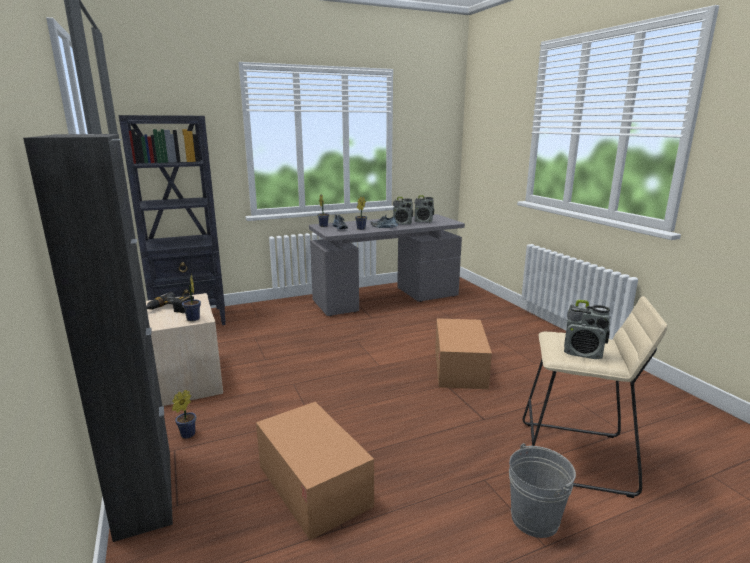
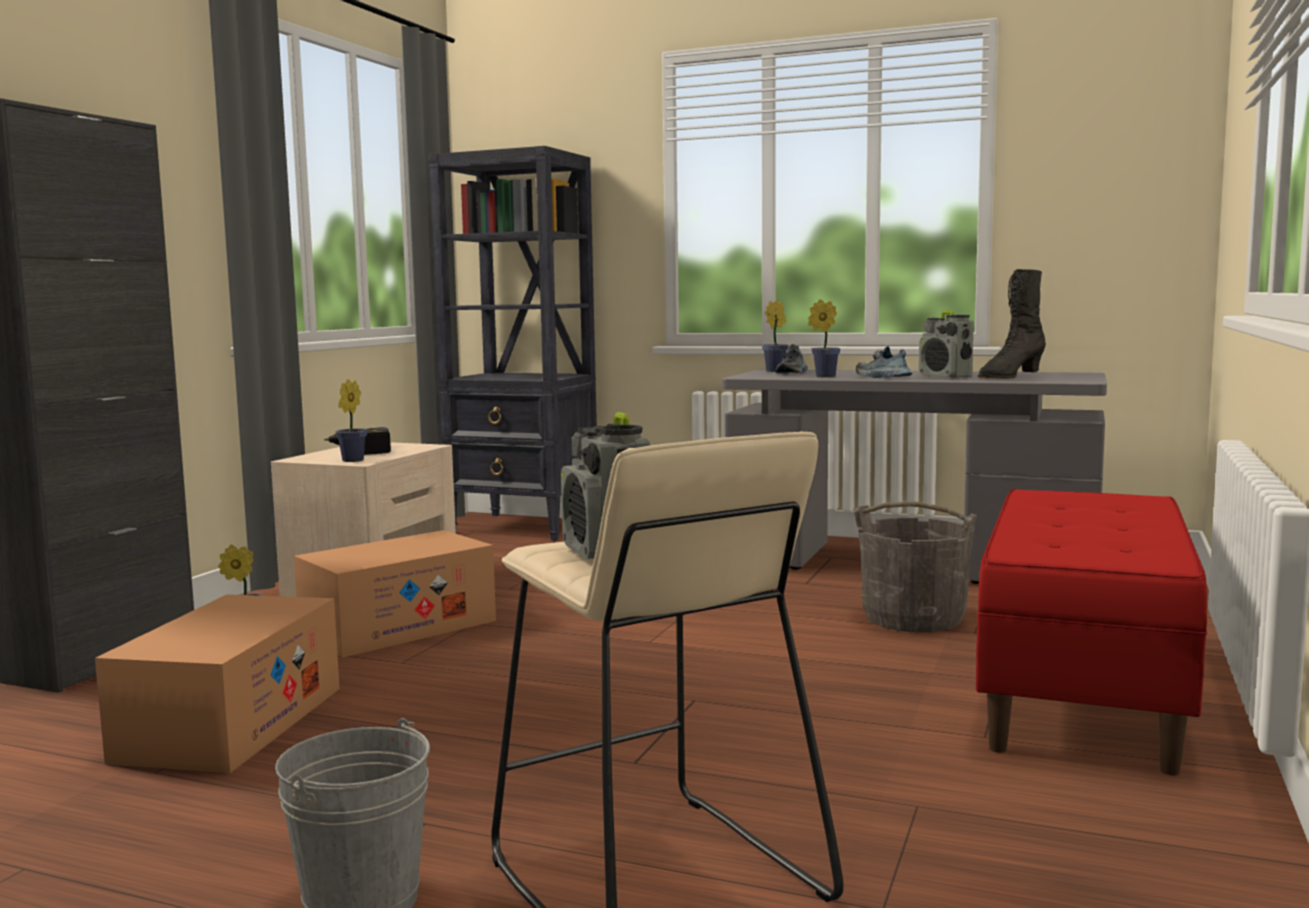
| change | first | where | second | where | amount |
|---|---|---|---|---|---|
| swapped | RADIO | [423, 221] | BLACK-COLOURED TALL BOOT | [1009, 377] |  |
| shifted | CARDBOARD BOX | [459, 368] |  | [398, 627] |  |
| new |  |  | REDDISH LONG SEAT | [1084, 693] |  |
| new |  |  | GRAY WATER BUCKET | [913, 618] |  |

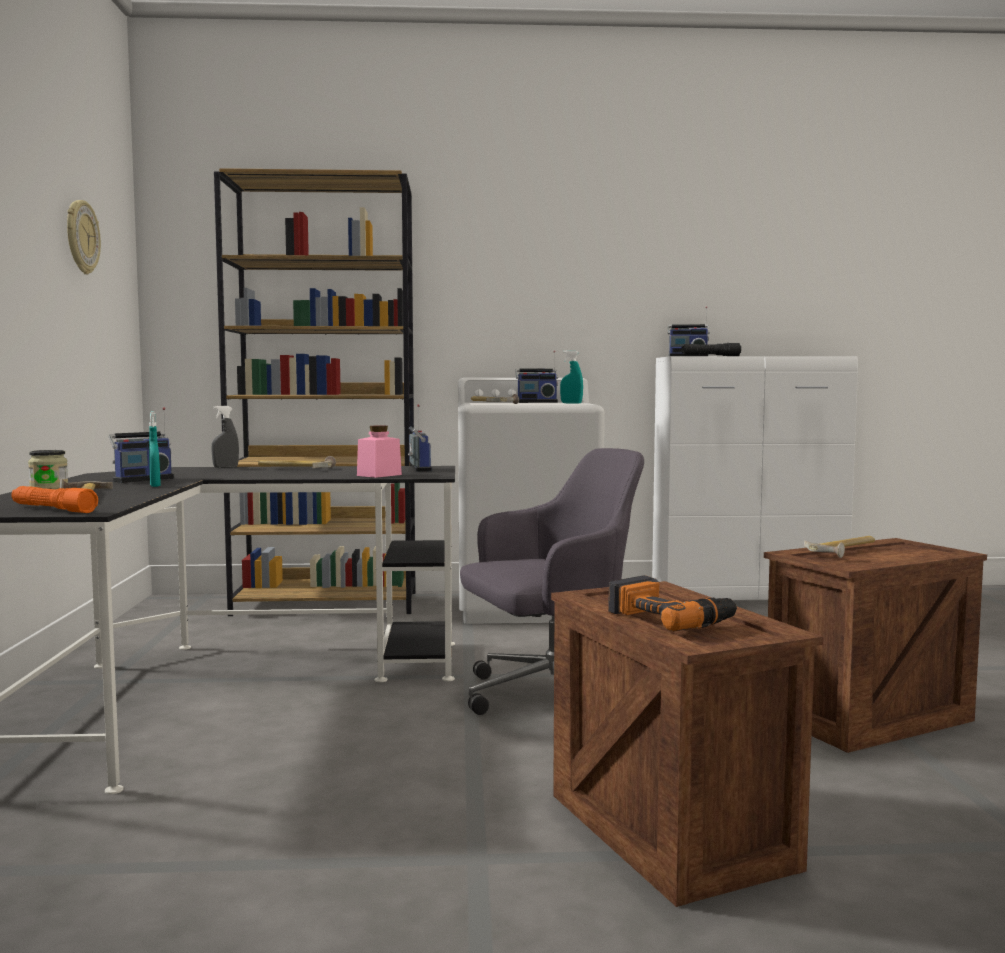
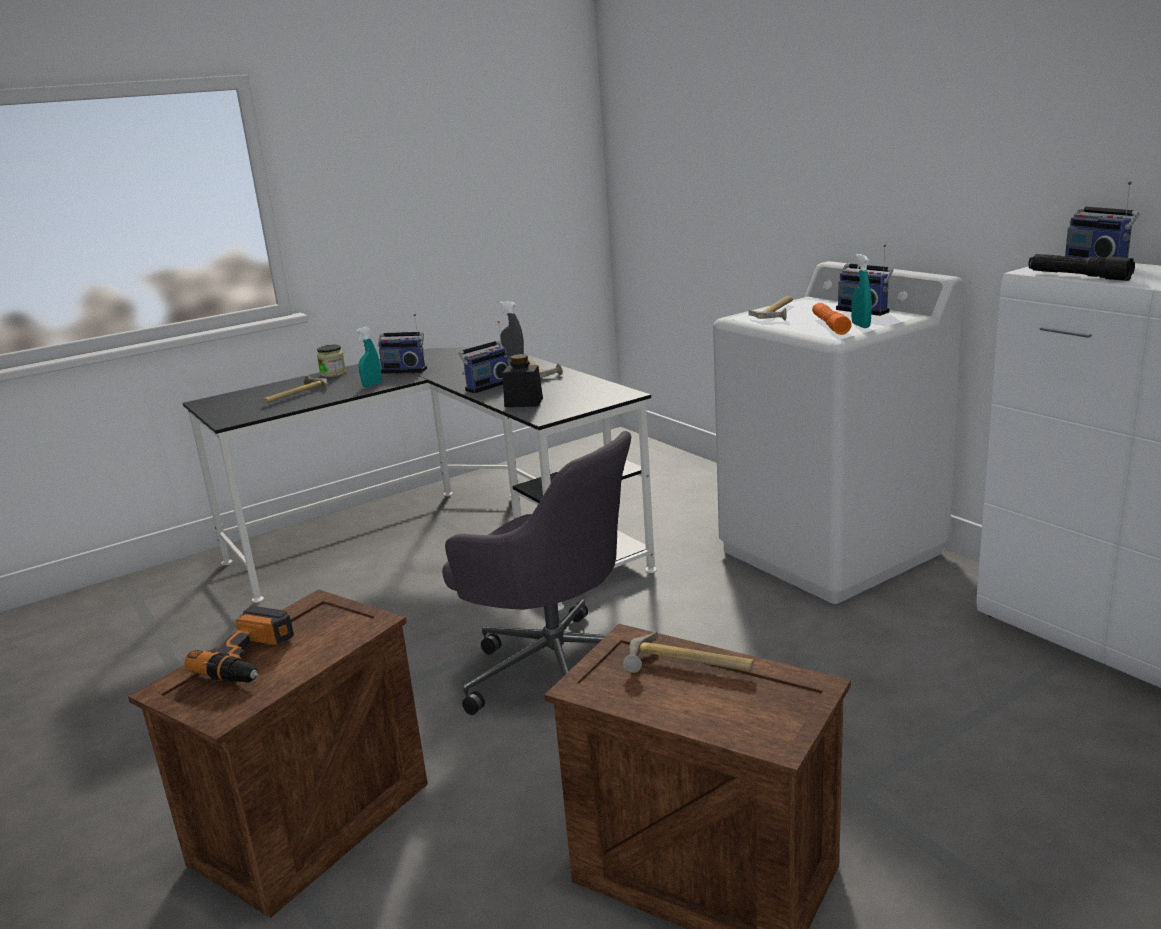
| change | first | where | second | where | amount |
|---|---|---|---|---|---|
| gone | BROWN BOOKCASE | [327, 603] |  |  |  |
| gone | HANGING CLOCK | [81, 237] |  |  |  |
| shifted | RADIO | [418, 469] |  | [486, 386] |  |
| repainted | PINK-COLOURED PRESERVE JAR | [379, 475] | BLACK-COLOURED PRESERVE JAR | [523, 402] |  |
| shifted | ORANGE HAND TORCH | [53, 509] |  | [830, 325] |  |

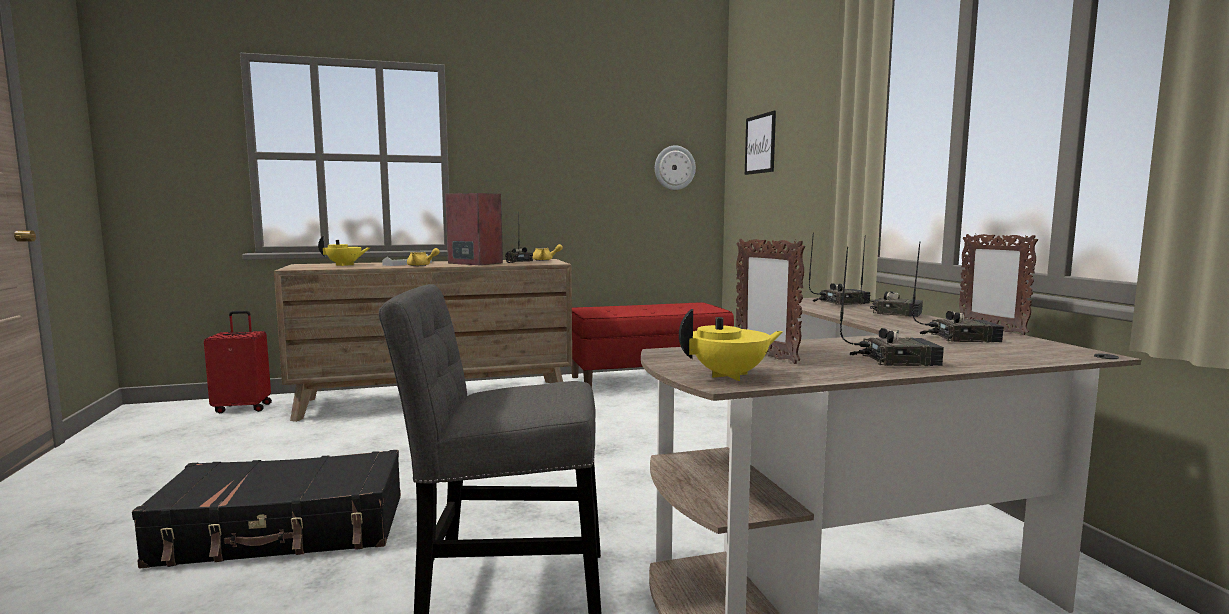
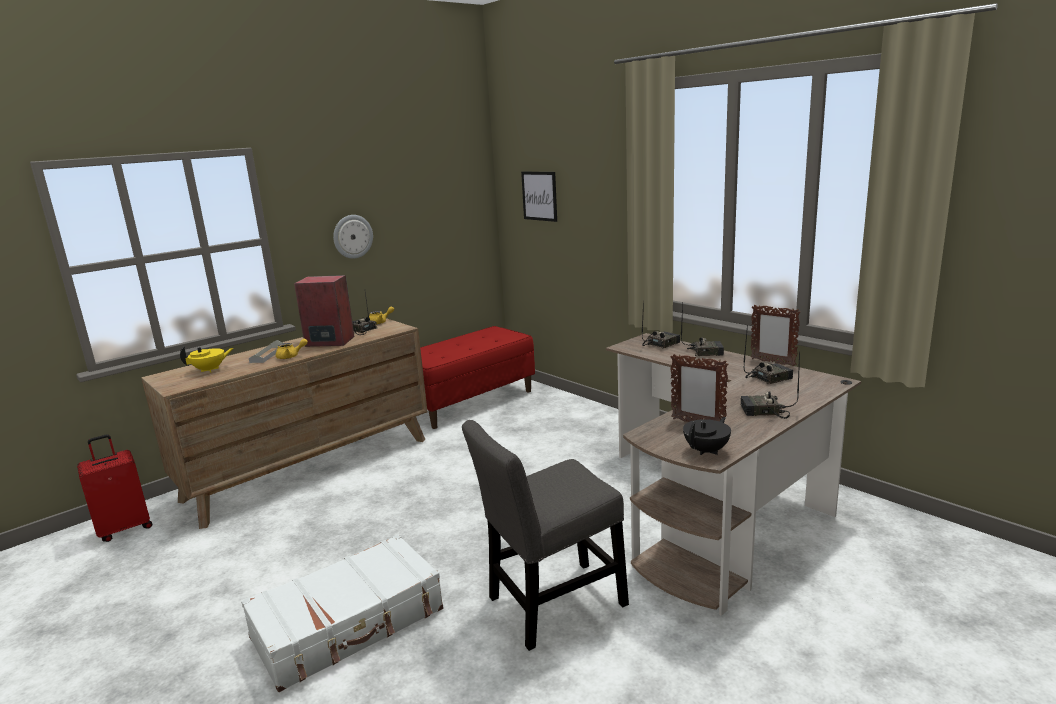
| change | first | where | second | where | amount |
|---|---|---|---|---|---|
| shifted | HANGING CLOCK | [674, 168] |  | [352, 236] |  |
| rotated | RADIO | [895, 360] |  | [763, 412] | 150 degrees counterclockwise |
| repainted | YELLOWISH TEAPOT | [730, 375] | BLACK-COLOURED TEAPOT | [707, 450] |  |
| repainted | BLACK-COLOURED PIECE OF LUGGAGE | [284, 531] | WHITE-COLOURED PIECE OF LUGGAGE | [349, 624] |  |

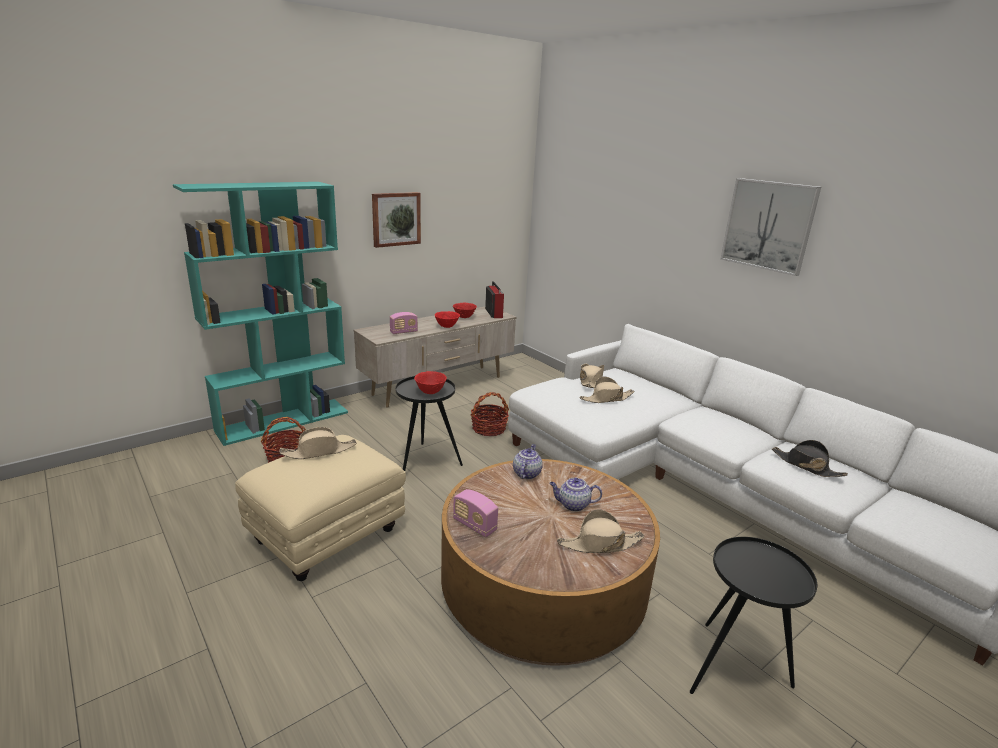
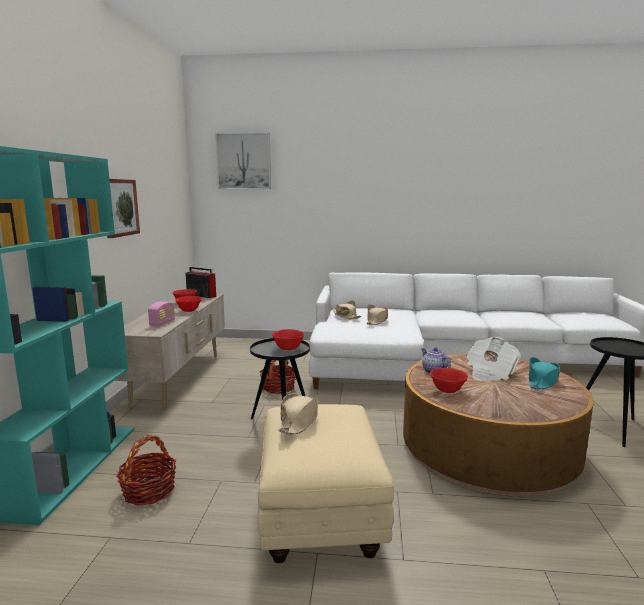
| change | first | where | second | where | amount |
|---|---|---|---|---|---|
| shifted | WALL PICTURE | [768, 225] |  | [244, 161] |  |
| gone | BLACK-COLOURED CLOTHING HAT | [806, 466] |  |  |  |
| swapped | TEAPOT | [573, 505] | PRINTED PAPER | [490, 372] |  |
| gone | RADIO | [474, 525] |  |  |  |
| repainted | BEIGE-COLOURED CLOTHING HAT | [599, 544] | TURQUOISE-COLOURED CLOTHING HAT | [542, 381] |  |
| new |  |  | REDDISH DEEP DISH | [448, 391] |  |

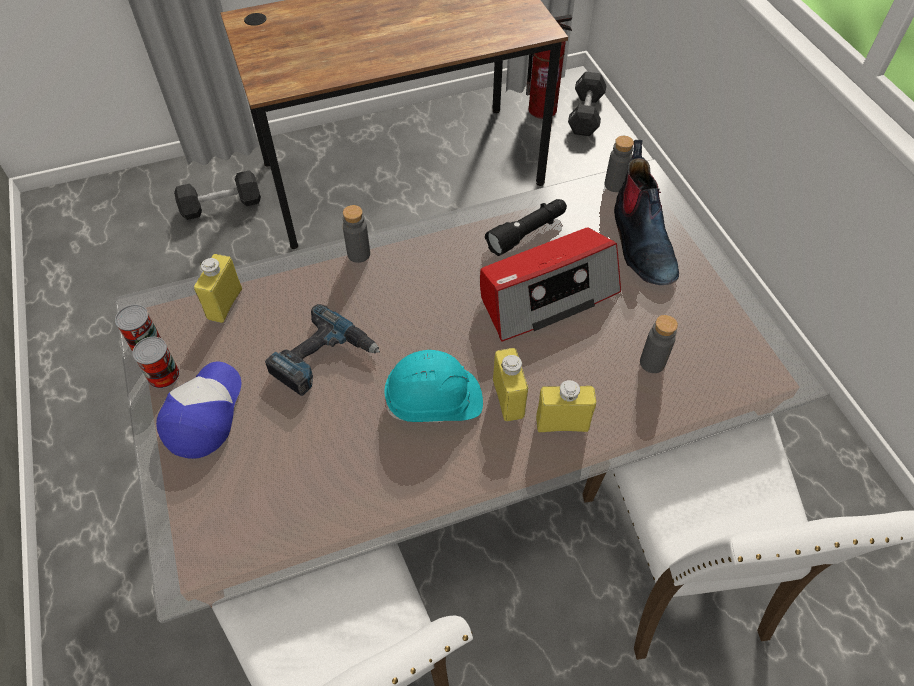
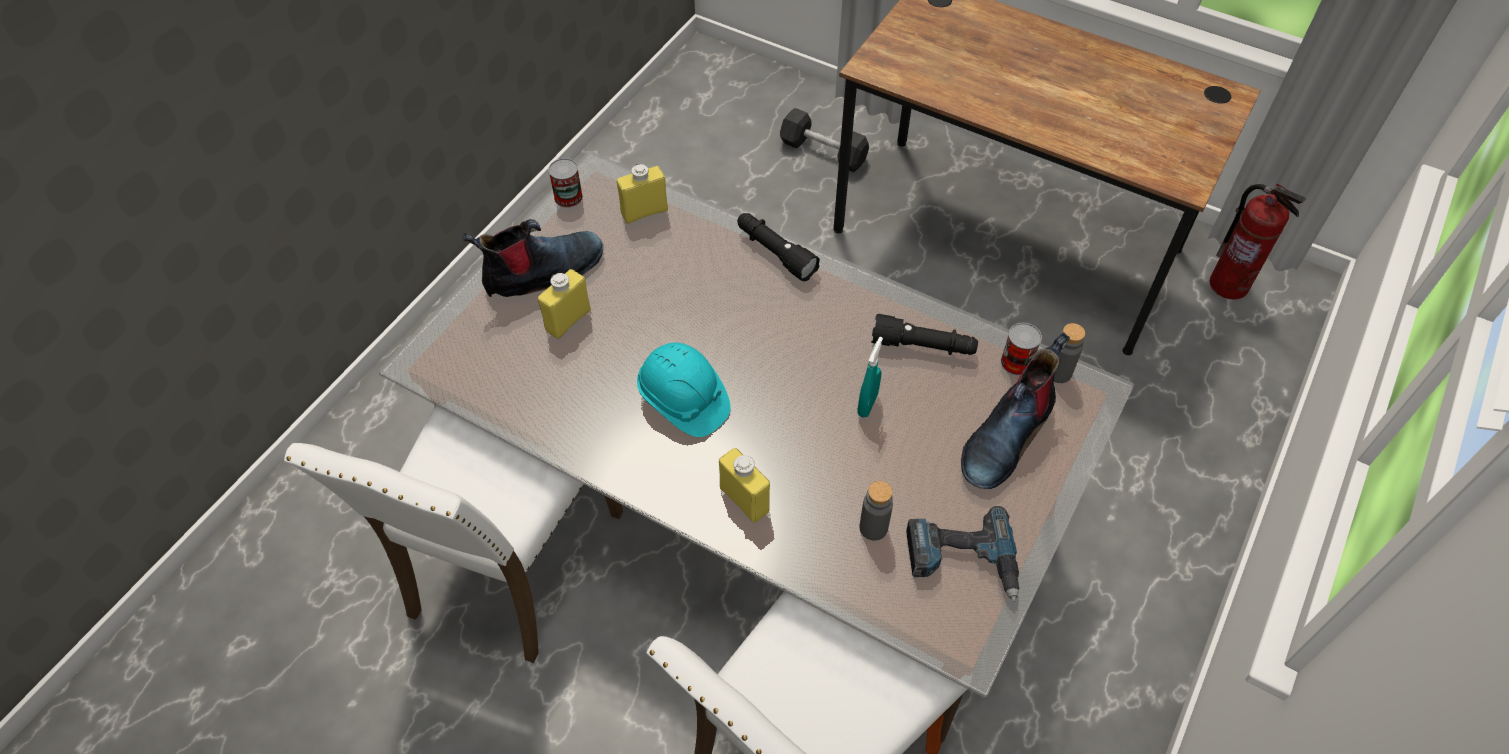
| change | first | where | second | where | amount |
|---|---|---|---|---|---|
| gone | BLACK-COLOURED HAND WEIGHT | [585, 114] |  |  |  |
| swapped | GRAY BEVERAGE BOTTLE | [358, 254] | BLACK-COLOURED HAND TORCH | [775, 253] |  |
| swapped | RADIO | [546, 295] | TURQUOISE-COLOURED SPRAYER | [867, 404] |  |
| shifted | ELECTRIC DRILL | [323, 359] |  | [962, 560] |  |
| shifted | SEALED CAN | [163, 375] |  | [1016, 362] |  |
| shifted | YELLOWISH BEVERAGE BOTTLE | [508, 399] |  | [568, 320] |  |
| swapped | BASEBALL CAP | [204, 413] | TALL BOOT | [543, 273] |  |

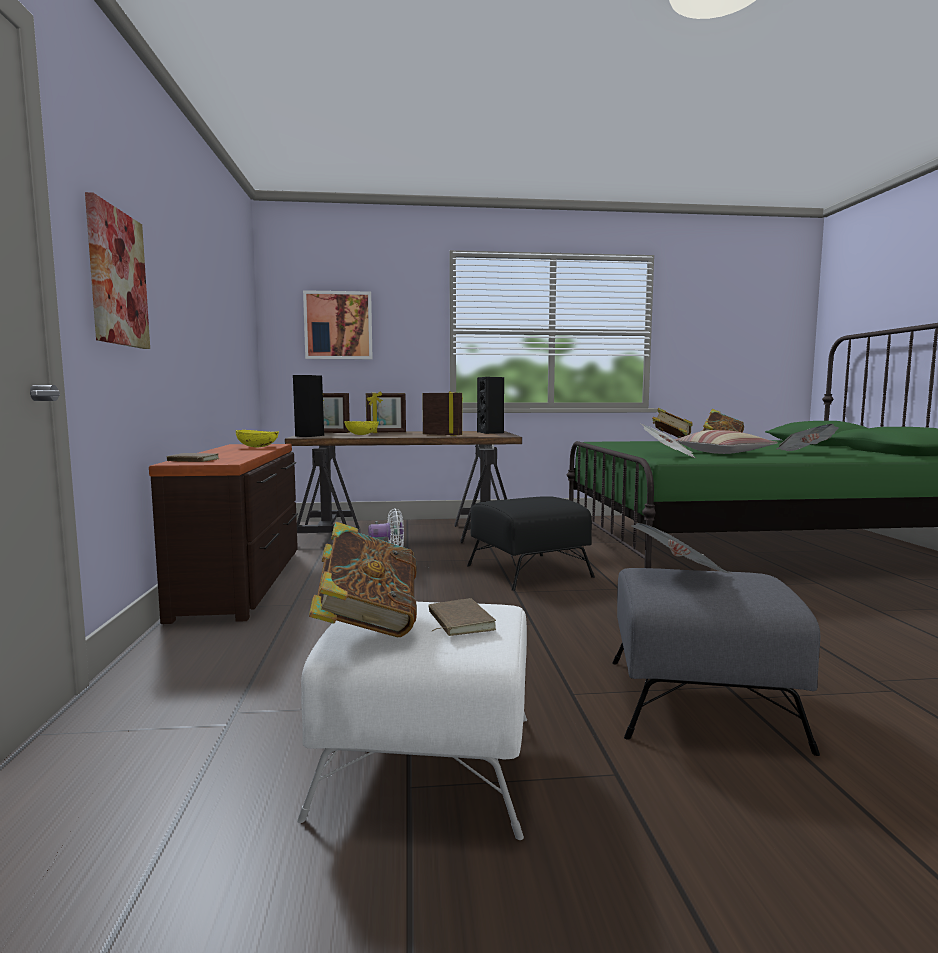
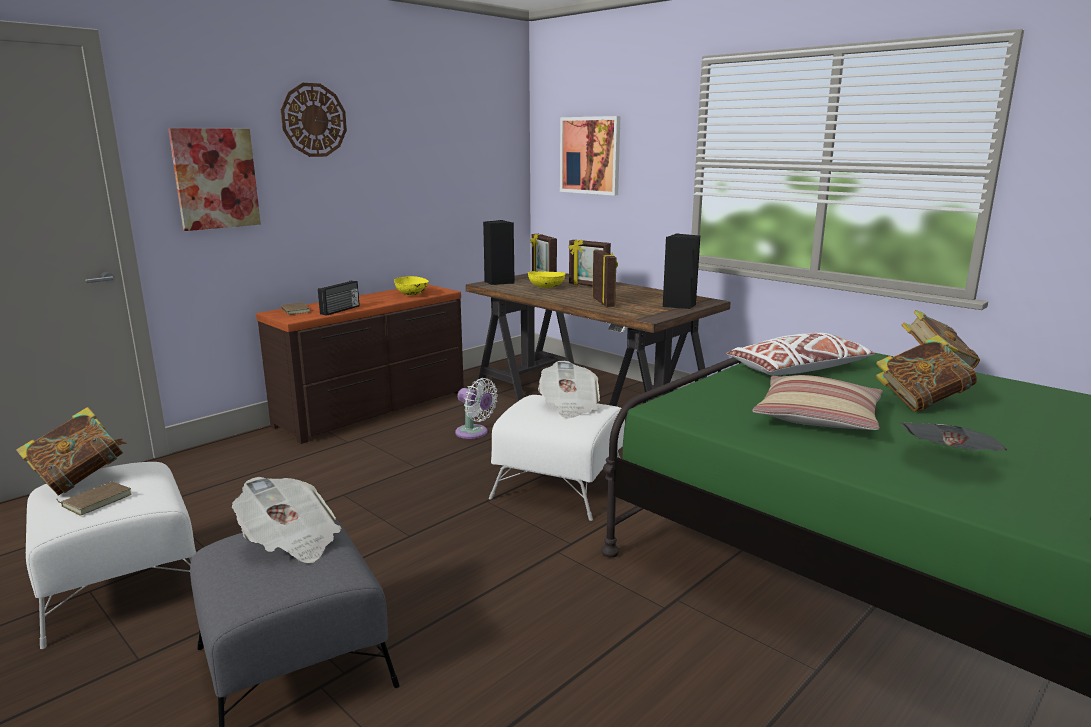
| change | first | where | second | where | amount |
|---|---|---|---|---|---|
| shifted | PRINTED PAPER | [668, 456] |  | [569, 406] |  |
| repainted | BLACK-COLOURED OTTOMAN | [529, 571] | WHITE-COLOURED OTTOMAN | [560, 486] |  |
| new |  |  | HANGING CLOCK | [314, 120] |  |
| new |  |  | RADIO | [341, 310] |  |
| new |  |  | WHITE-COLOURED THROW PILLOW | [799, 369] |  |

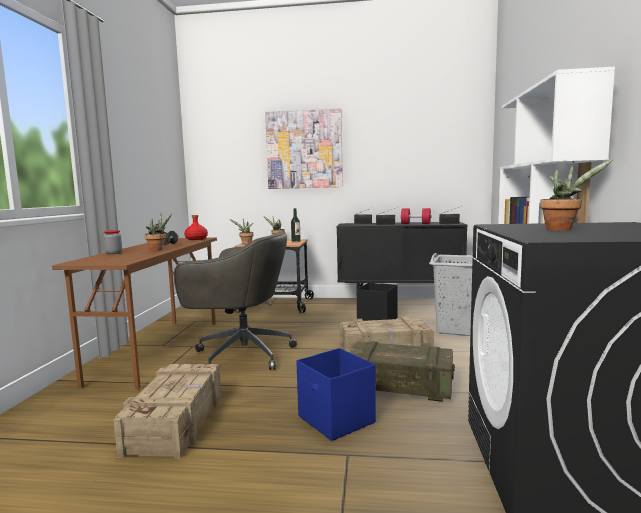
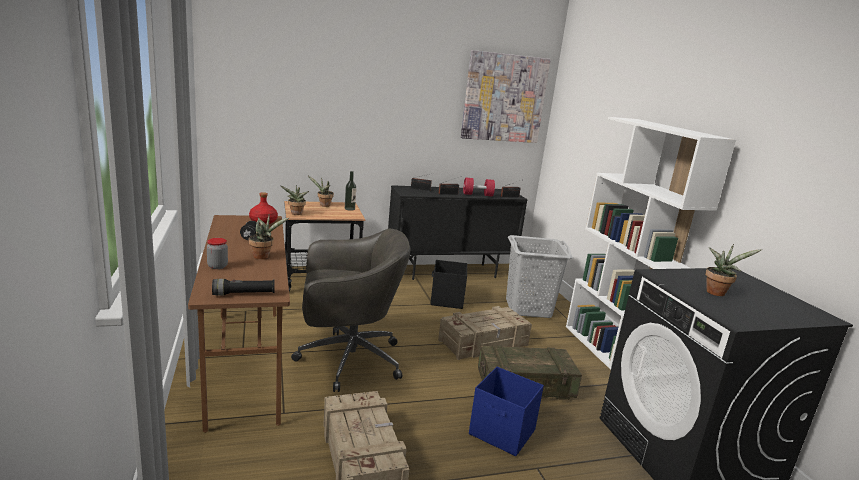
| change | first | where | second | where | amount |
|---|---|---|---|---|---|
| shifted | WALL PICTURE | [304, 149] |  | [504, 98] |  |
| new |  |  | BLACK-COLOURED HAND TORCH | [244, 294] |  |

